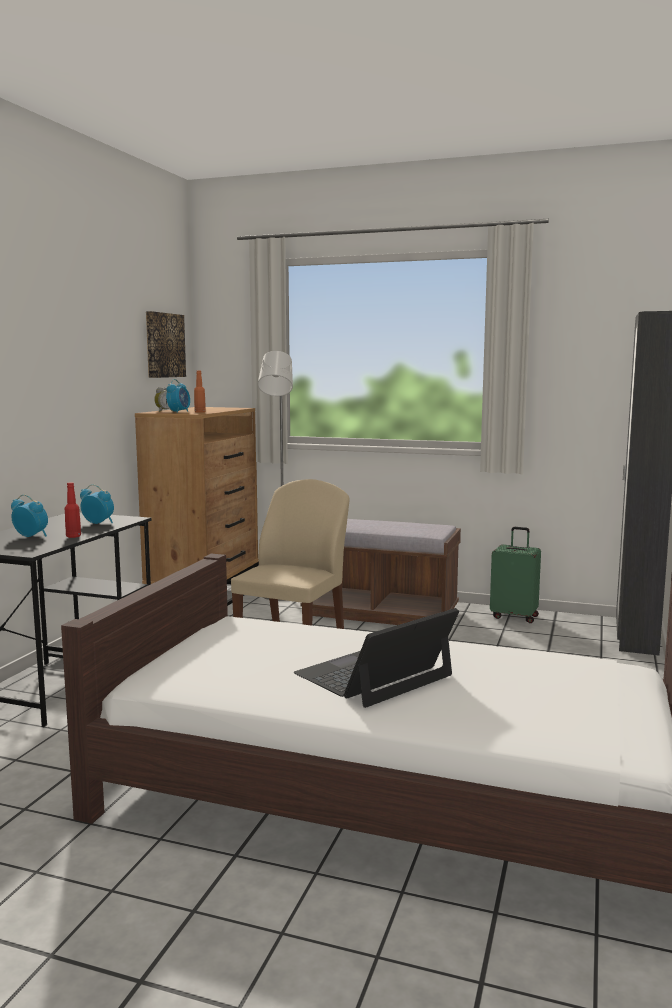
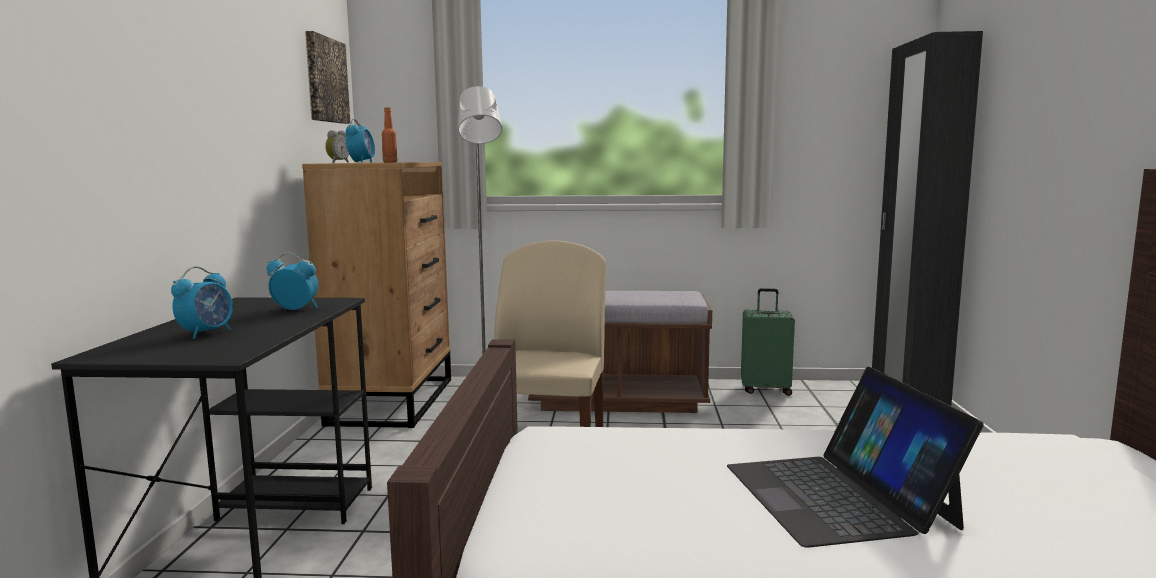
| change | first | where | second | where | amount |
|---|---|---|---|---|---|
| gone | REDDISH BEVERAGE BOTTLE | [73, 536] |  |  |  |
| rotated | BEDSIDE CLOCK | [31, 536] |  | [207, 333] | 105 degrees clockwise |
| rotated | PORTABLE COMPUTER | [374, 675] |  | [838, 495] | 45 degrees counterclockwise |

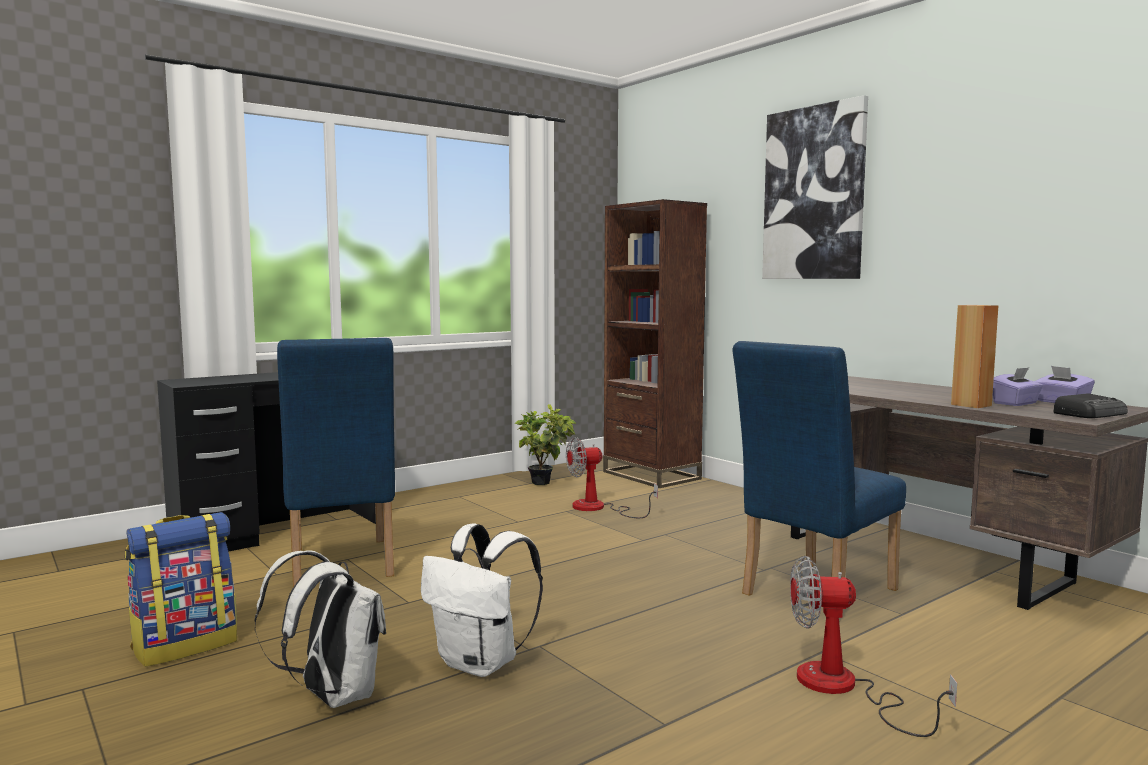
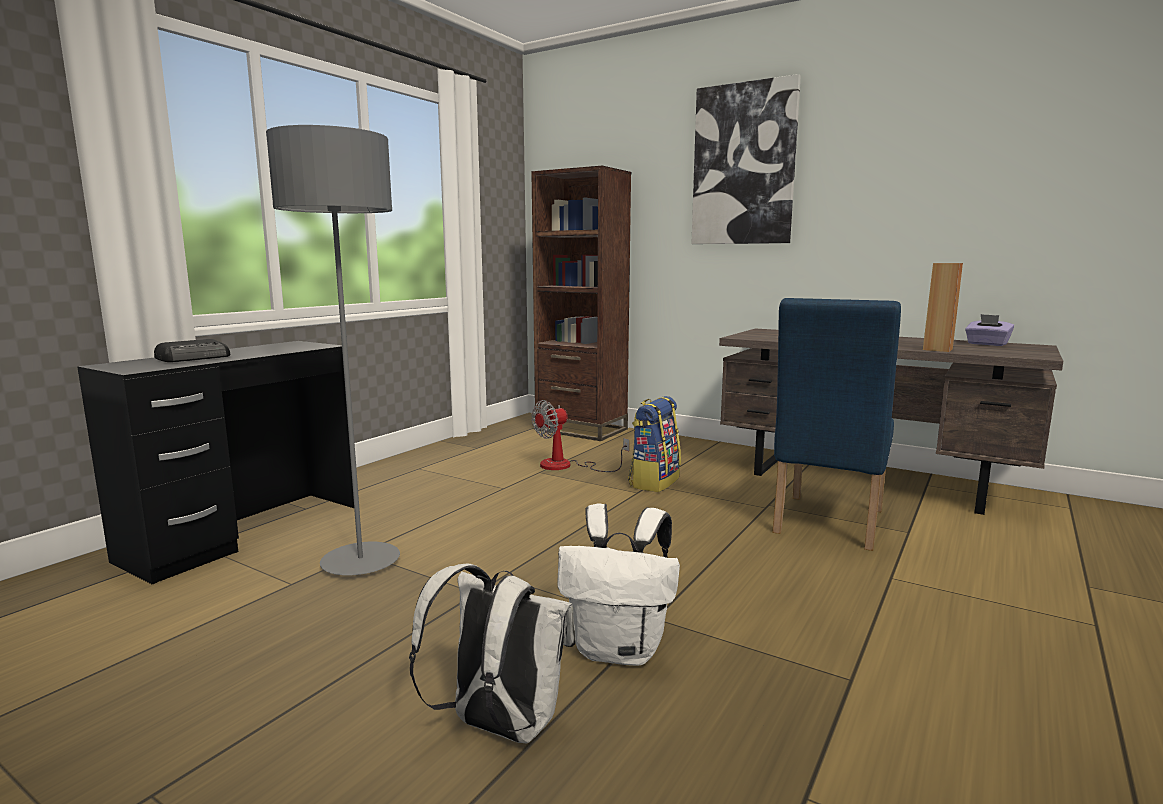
| change | first | where | second | where | amount |
|---|---|---|---|---|---|
| swapped | BLUE-COLOURED CHAIR | [341, 566] | GRAY STANDING LAMP | [360, 562] |  |
| gone | PURPLE-COLOURED TISSUE BOX | [1015, 403] |  |  |  |
| shifted | RADIO | [1090, 414] |  | [195, 358] |  |
| gone | POTTED PLANT | [546, 483] |  |  |  |
| shifted | RUCKSACK | [186, 645] |  | [654, 482] |  |
| gone | COOLING FAN | [843, 689] |  |  |  |

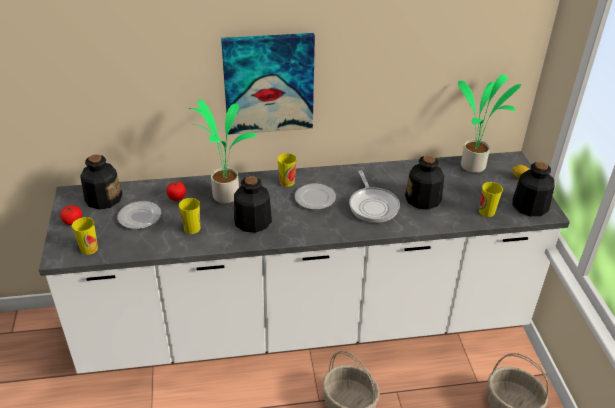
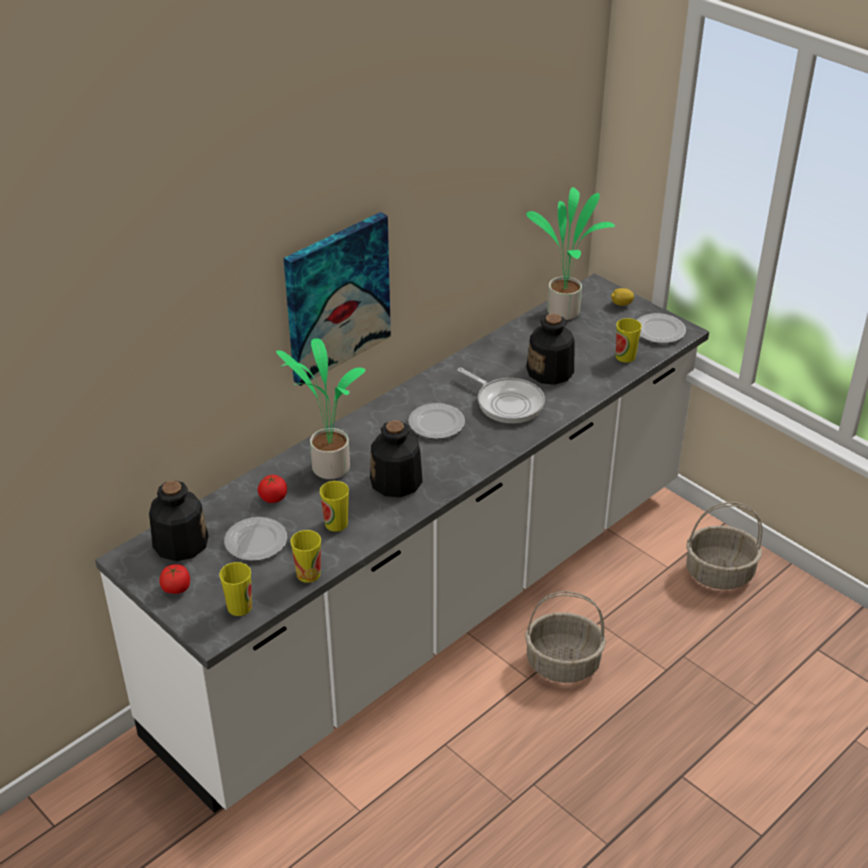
| change | first | where | second | where | amount |
|---|---|---|---|---|---|
| shifted | SMALL CUP | [287, 182] |  | [308, 574] |  |
| swapped | BEVERAGE BOTTLE | [530, 206] | FLAT DISH | [659, 331] |  |

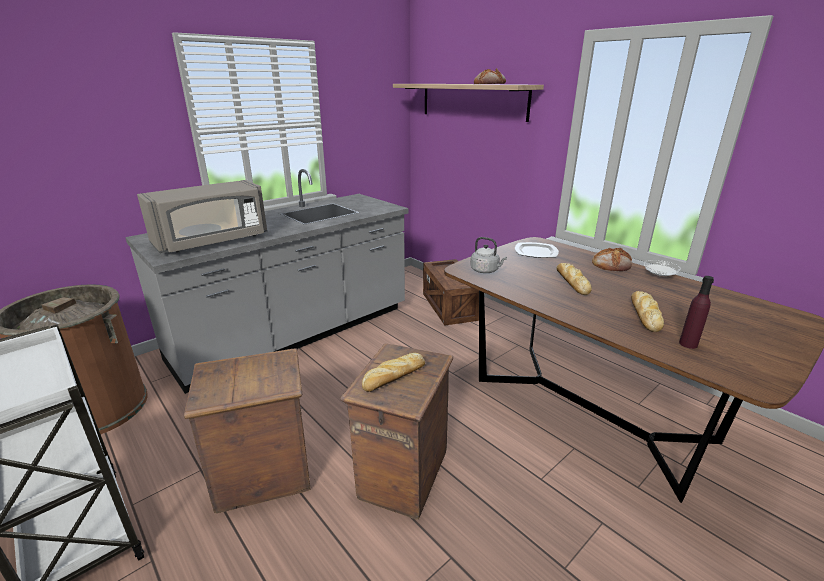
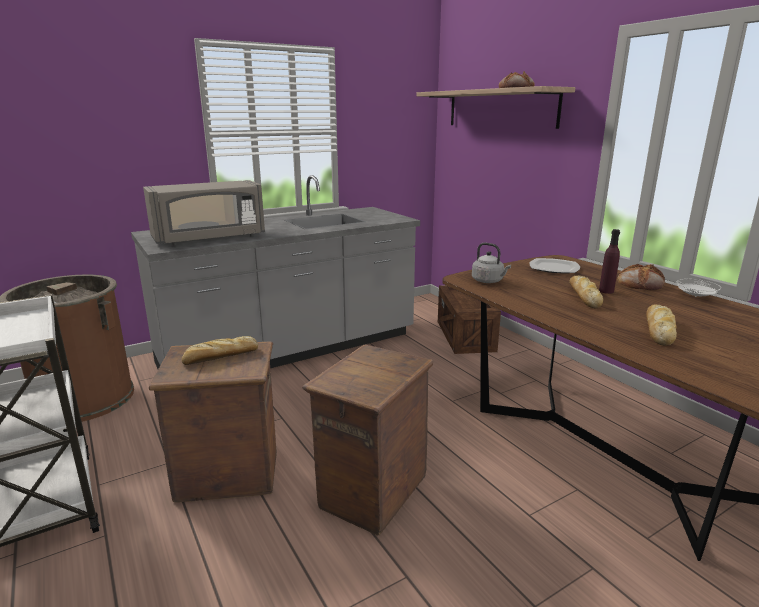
| change | first | where | second | where | amount |
|---|---|---|---|---|---|
| shifted | PURPLE-COLOURED BEVERAGE BOTTLE | [688, 344] |  | [606, 291] |  |
| shifted | BAKED BREAD | [393, 377] |  | [220, 357] |  |

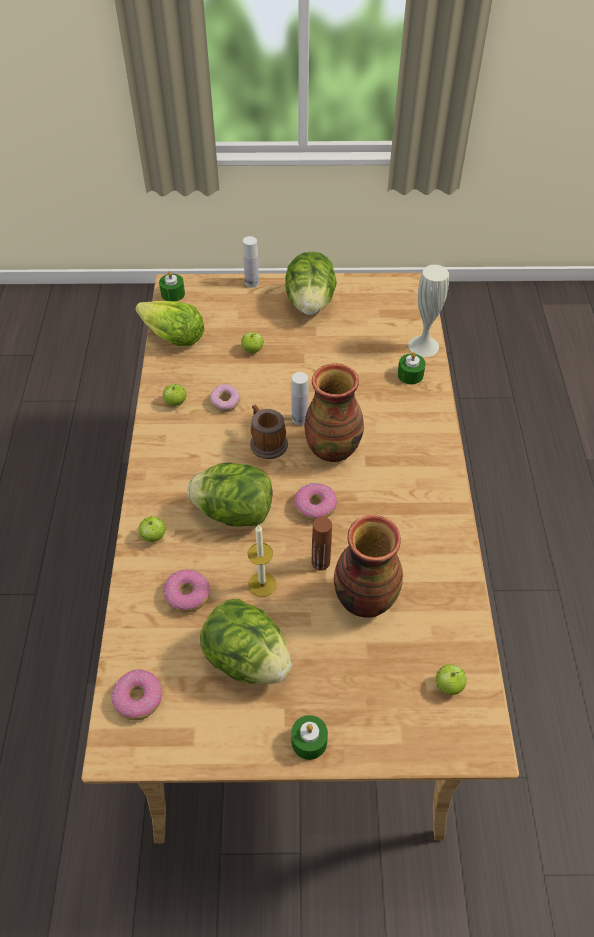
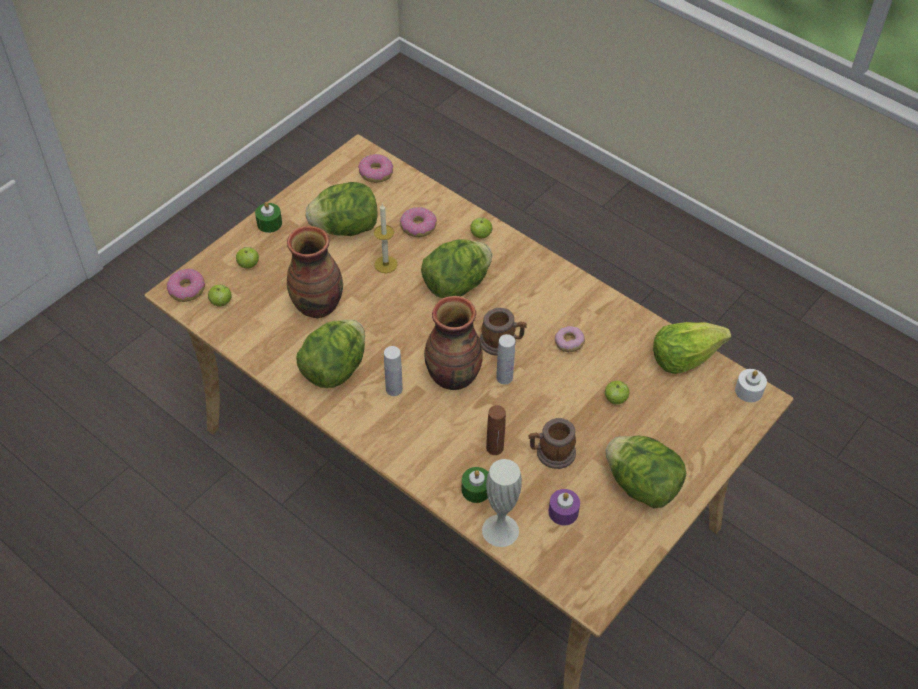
| change | first | where | second | where | amount |
|---|---|---|---|---|---|
| shifted | WHITE-COLOURED BEVERAGE BOTTLE | [252, 283] |  | [394, 389] |  |
| repainted | GREENISH WAX LIGHT | [173, 293] | WHITE-COLOURED WAX LIGHT | [748, 391] |  |
| shifted | WHOLE APPLE | [175, 402] |  | [249, 265] |  |
| shifted | RING DOUGHNUT | [315, 506] |  | [187, 289] |  |
| shifted | BROWN BEVERAGE BOTTLE | [320, 562] |  | [494, 448] |  |
| new |  |  | LETTUCE HEAD | [334, 369] |  |
| new |  |  | COFFEE MUG | [551, 453] |  |
| new |  |  | PURPLE-COLOURED WAX LIGHT | [563, 512] |  |

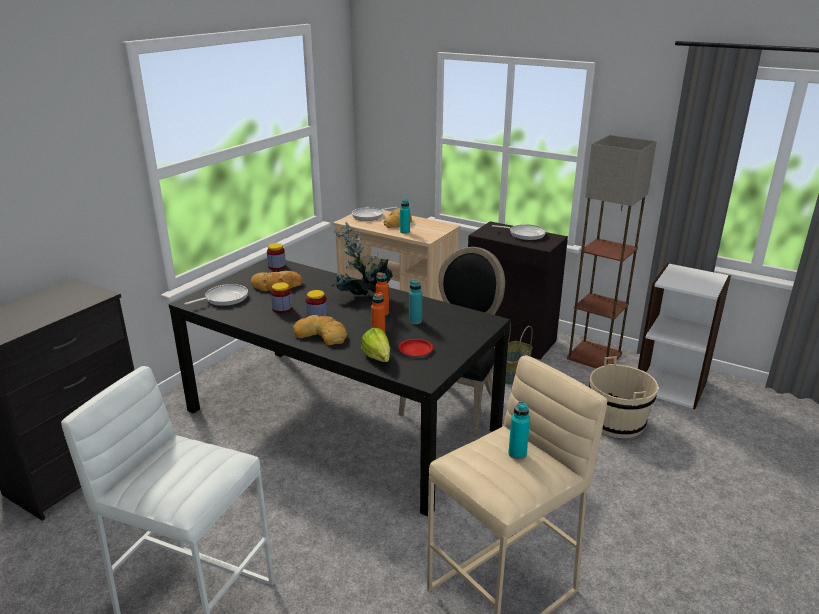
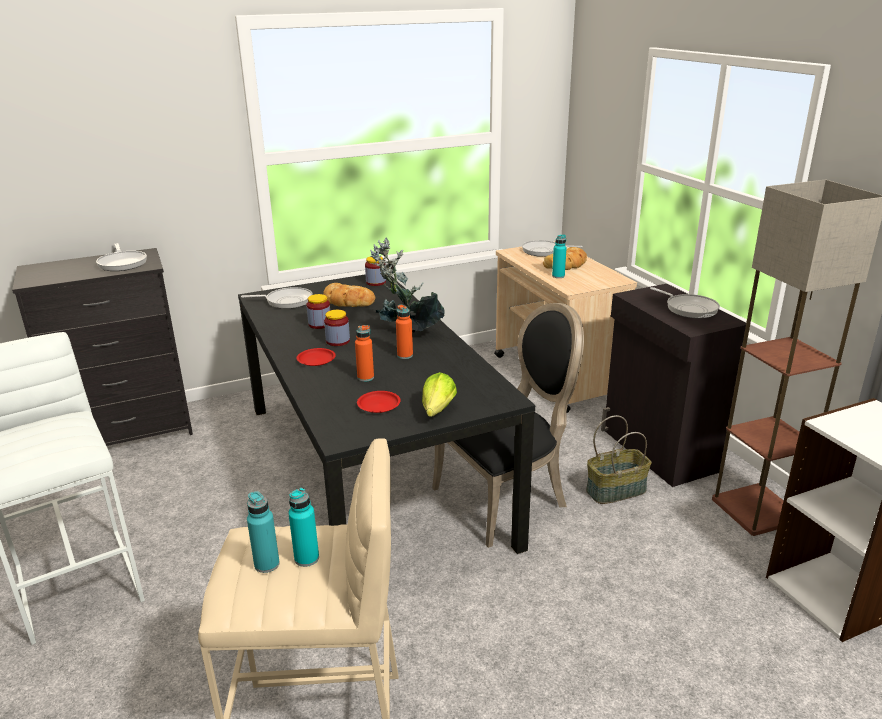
| change | first | where | second | where | amount |
|---|---|---|---|---|---|
| shifted | TURQUOISE-COLOURED BEVERAGE BOTTLE | [415, 321] |  | [267, 564] |  |
| swapped | BAKED BREAD | [321, 334] | REDDISH FLAT DISH | [316, 359] |  |
| shifted | LETTUCE HEAD | [378, 360] |  | [435, 413] |  |
| gone | BEIGE-COLOURED WATER BUCKET | [616, 422] |  |  |  |
| new |  |  | SKILLET | [122, 263] |  |

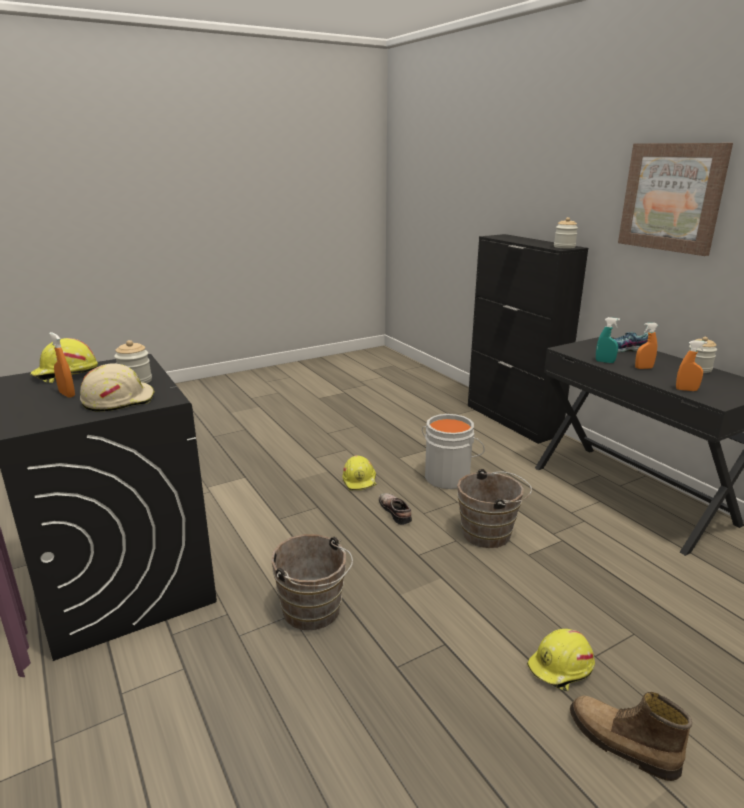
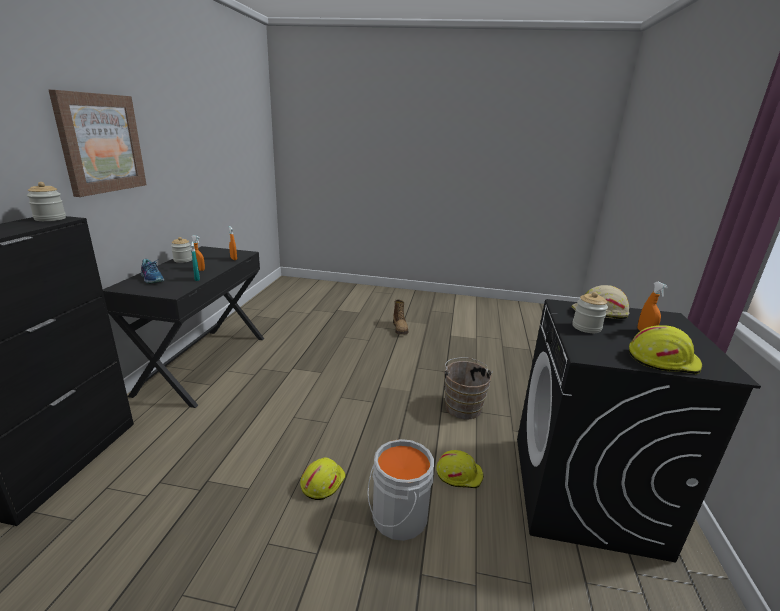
| change | first | where | second | where | amount |
|---|---|---|---|---|---|
| shifted | GRAY WATER BUCKET | [448, 477] |  | [396, 517] |  |
| gone | BROWN WATER BUCKET | [490, 533] |  |  |  |
| gone | SHOE | [396, 511] |  |  |  |
| shifted | YELLOWISH HARD HAT | [561, 668] |  | [459, 474] |  |

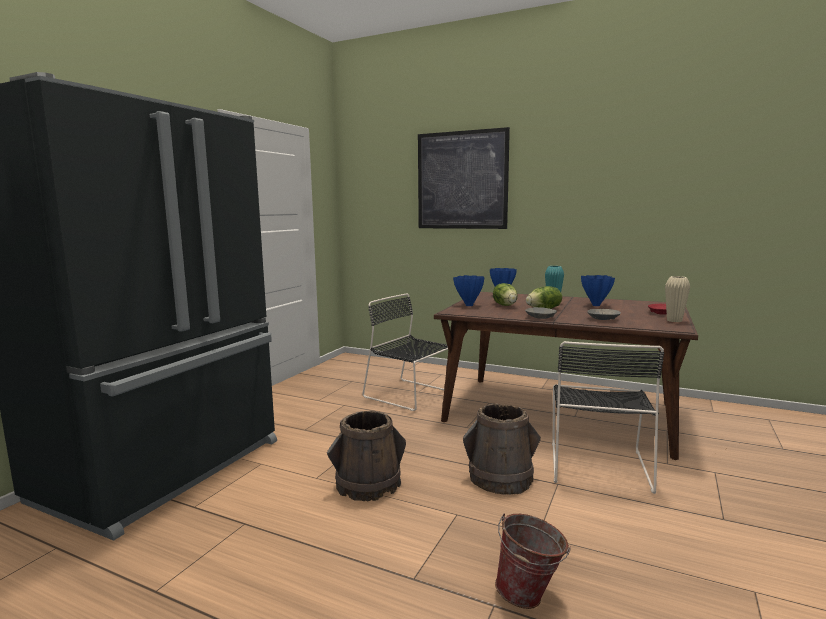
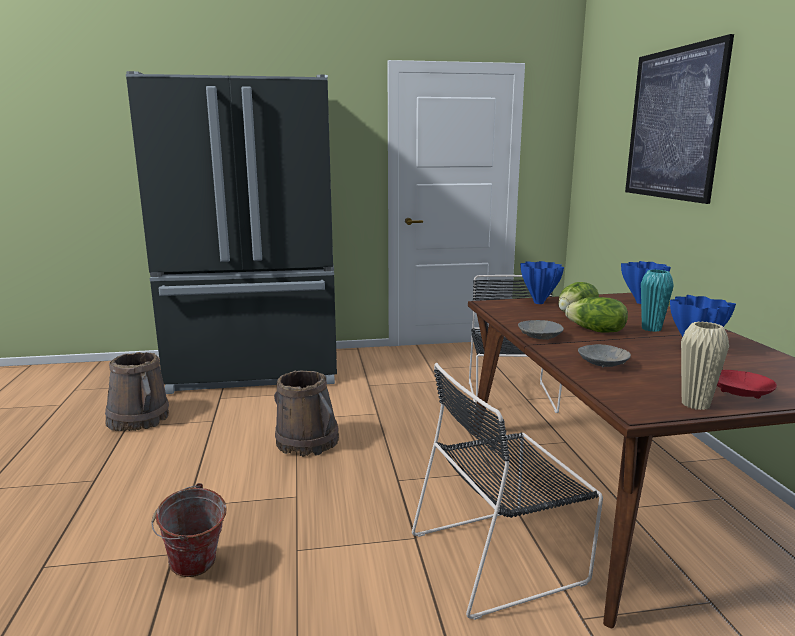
| change | first | where | second | where | amount |
|---|---|---|---|---|---|
| shifted | BROWN WATER BUCKET | [501, 478] |  | [138, 419] |  |

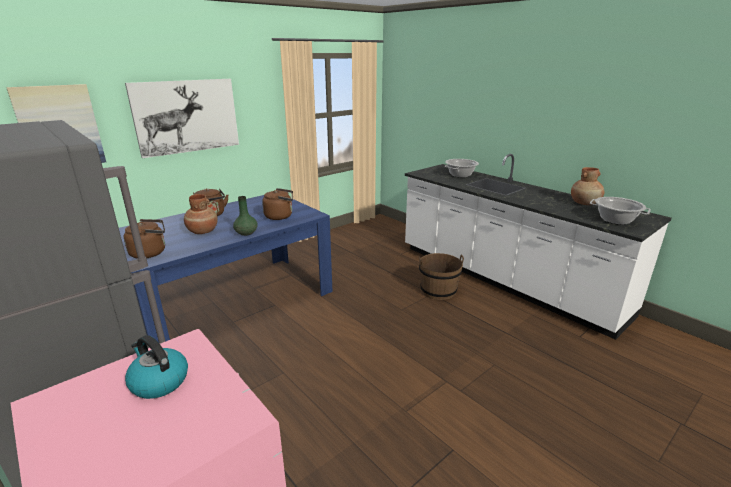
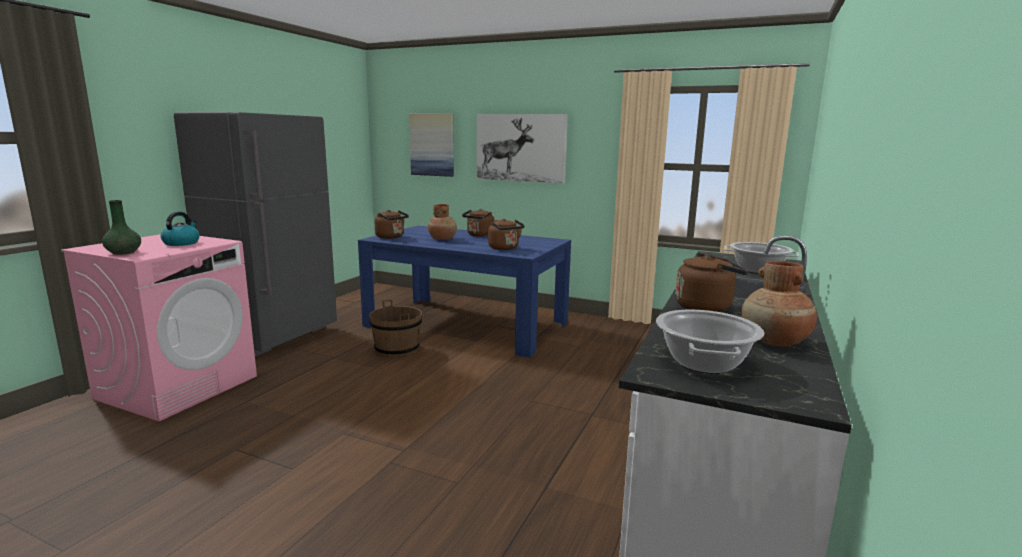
| change | first | where | second | where | amount |
|---|---|---|---|---|---|
| shifted | GREENISH VASE | [246, 233] |  | [123, 252] |  |
| shifted | BROWN WATER BUCKET | [438, 291] |  | [397, 350] |  |
| new |  |  | BROWN WATER KETTLE | [706, 307] |  |

